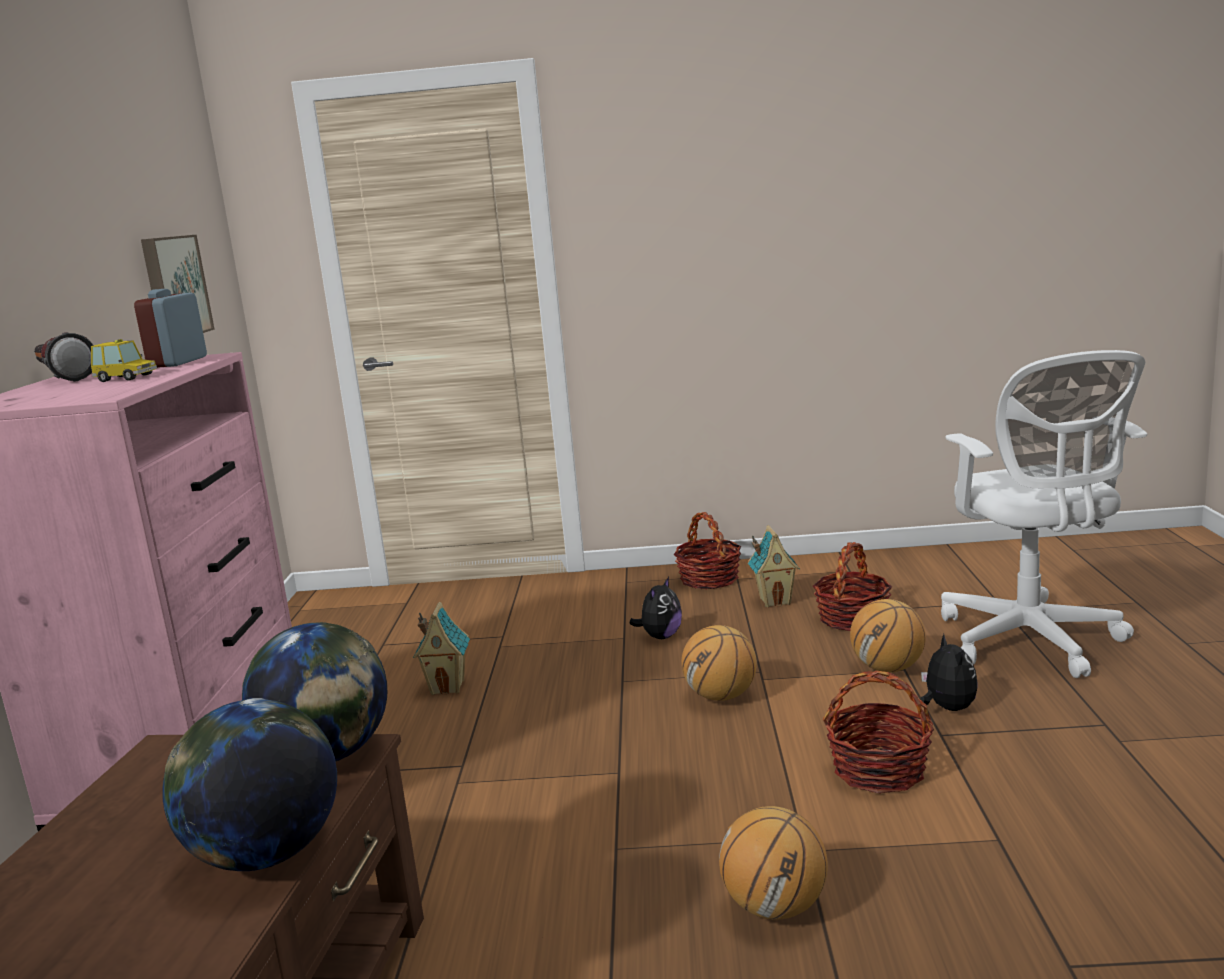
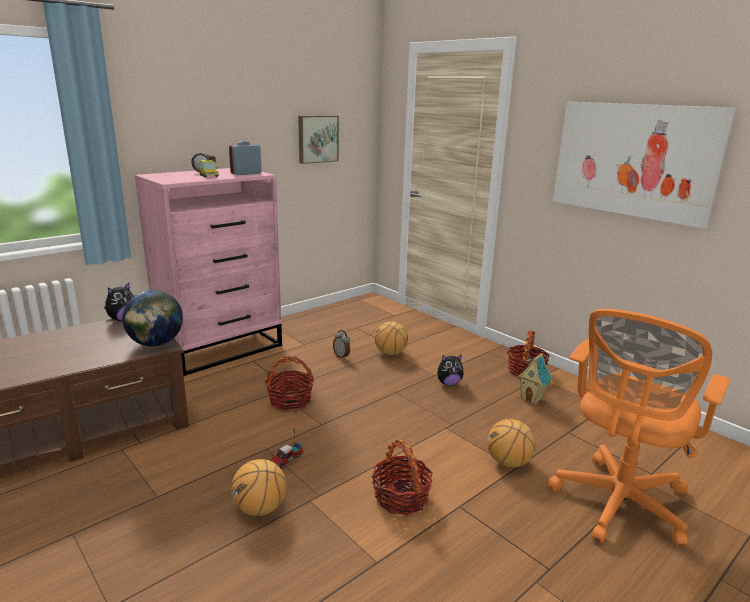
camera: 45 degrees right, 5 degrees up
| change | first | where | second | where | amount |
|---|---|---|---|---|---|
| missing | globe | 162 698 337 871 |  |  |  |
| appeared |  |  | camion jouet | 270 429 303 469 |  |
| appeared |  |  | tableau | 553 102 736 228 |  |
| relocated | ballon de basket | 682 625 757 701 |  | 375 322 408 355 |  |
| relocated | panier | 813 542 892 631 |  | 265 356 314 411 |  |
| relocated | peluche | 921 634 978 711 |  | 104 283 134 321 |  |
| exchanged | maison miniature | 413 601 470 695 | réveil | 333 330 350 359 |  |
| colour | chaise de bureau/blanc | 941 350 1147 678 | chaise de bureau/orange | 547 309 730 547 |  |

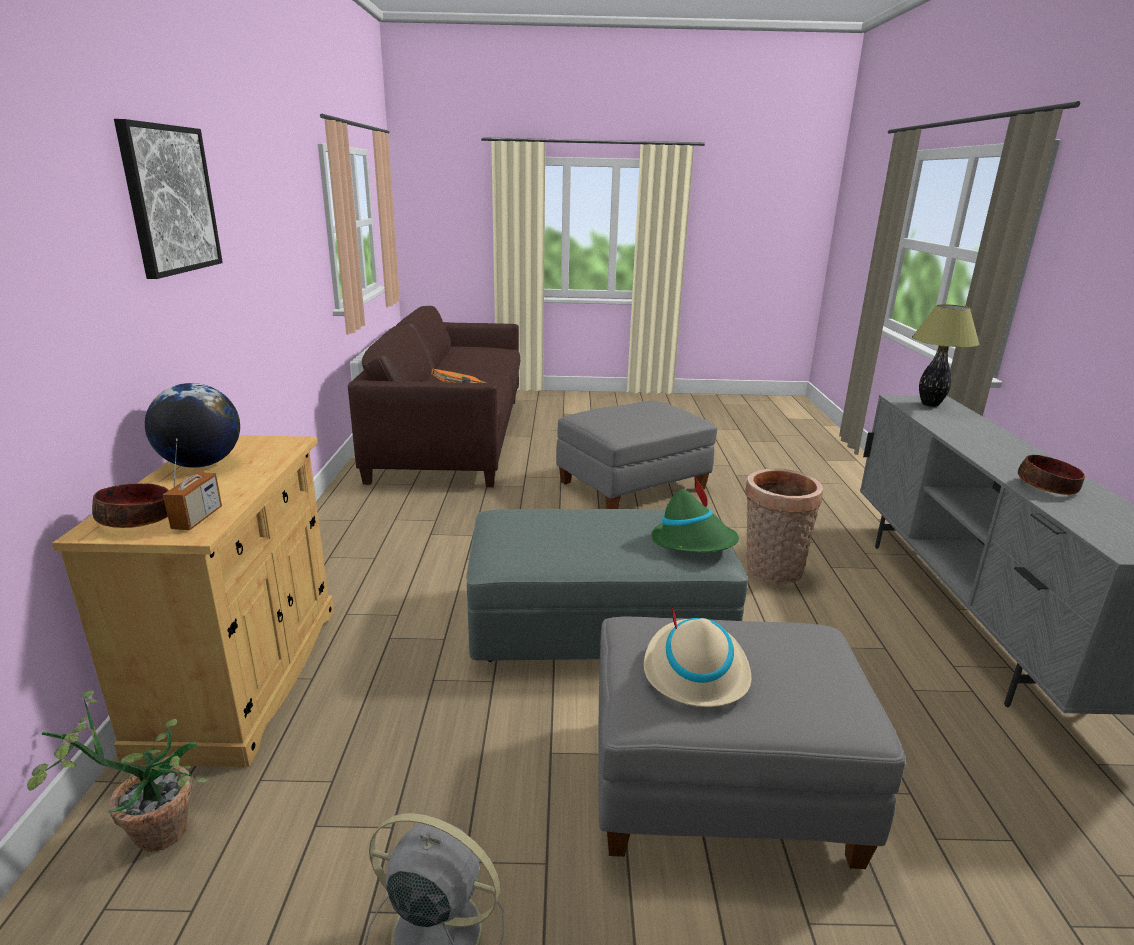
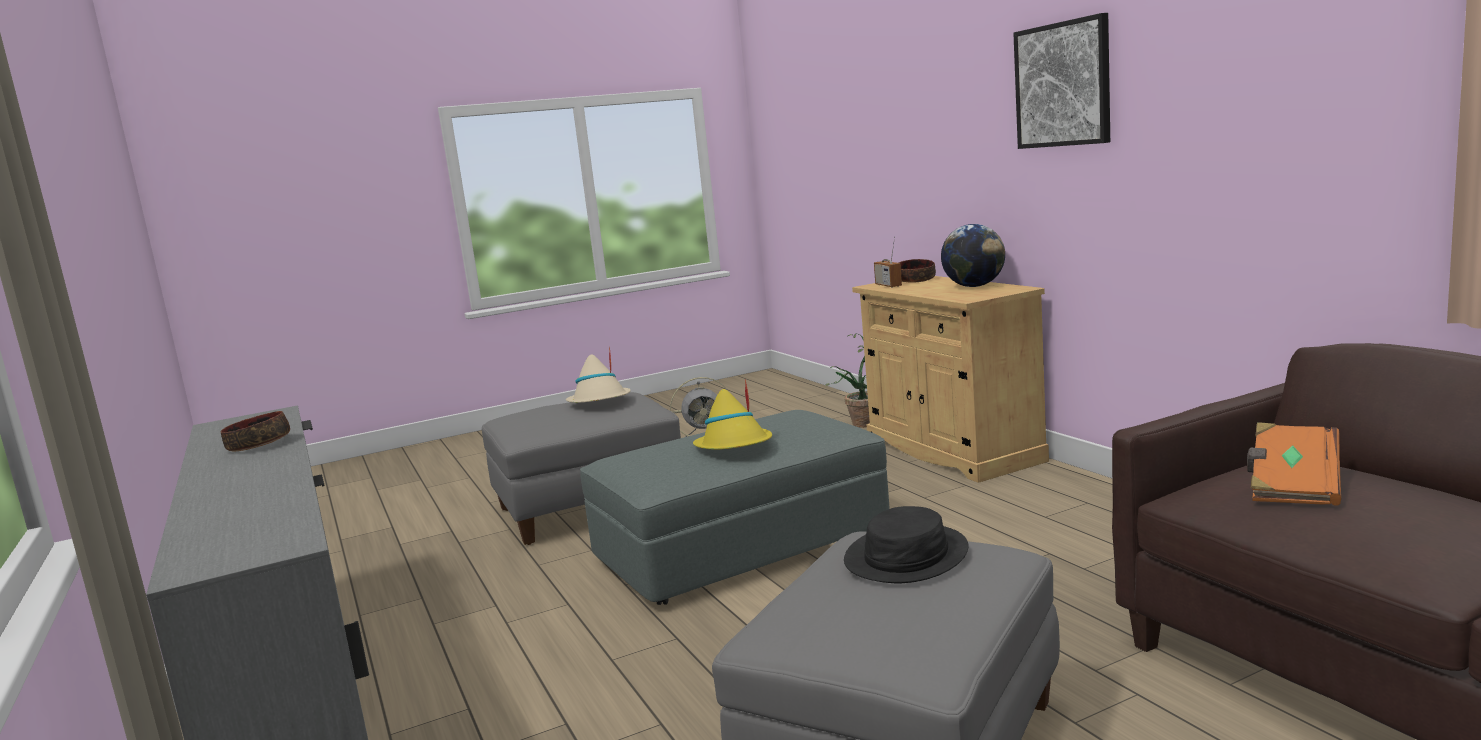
camera: 155 degrees right, 10 degrees down
| change | first | where | second | where | amount |
|---|---|---|---|---|---|
| missing | chapeau/vert | 651 476 739 553 |  |  |  |
| missing | panier | 745 469 823 584 |  |  |  |
| missing | lampe de table | 912 304 979 407 |  |  |  |
| appeared |  |  | chapeau/jaune | 693 379 772 449 |  |
| appeared |  |  | chapeau/noir | 844 506 968 583 |  |

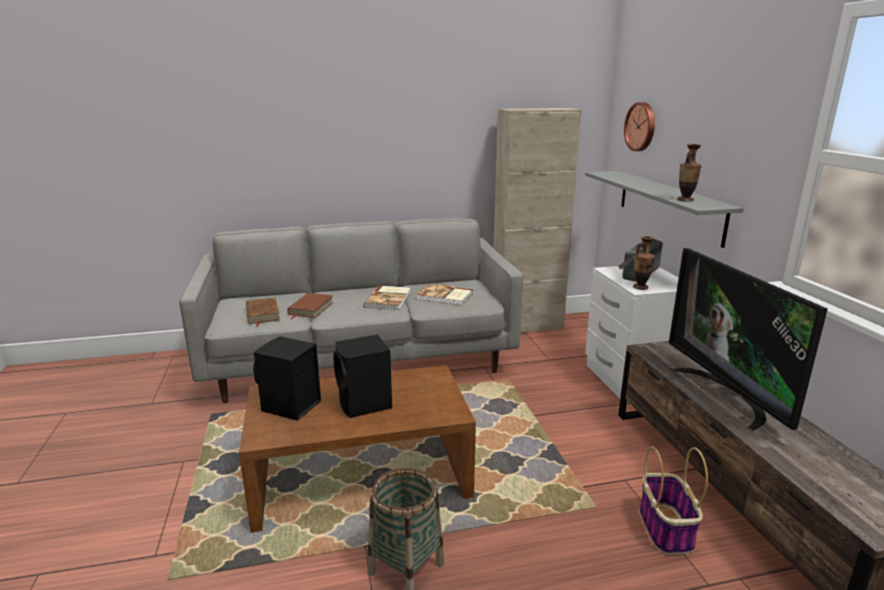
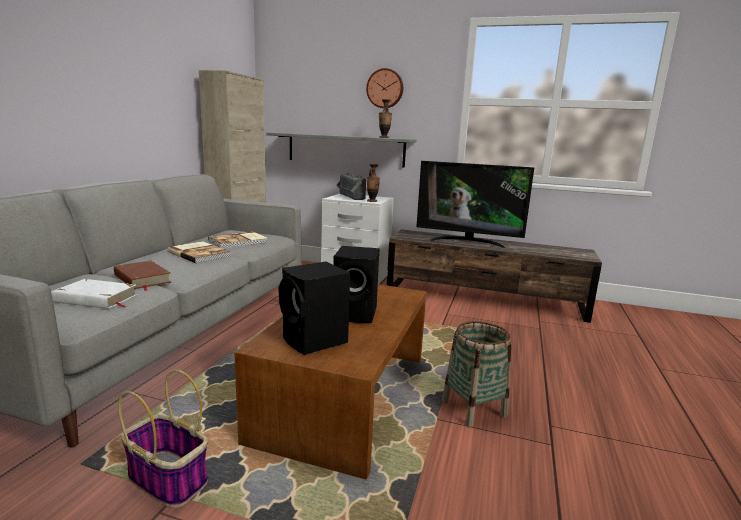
camera: 60 degrees left, 5 degrees down
| change | first | where | second | where | amount |
|---|---|---|---|---|---|
| relocated | horloge murale | 624 102 655 151 |  | 366 68 403 108 |  |
| relocated | panier | 639 446 708 555 |  | 118 369 208 508 |  |
| colour | livre/marron | 246 298 280 326 | livre/blanc | 51 279 137 309 |  |

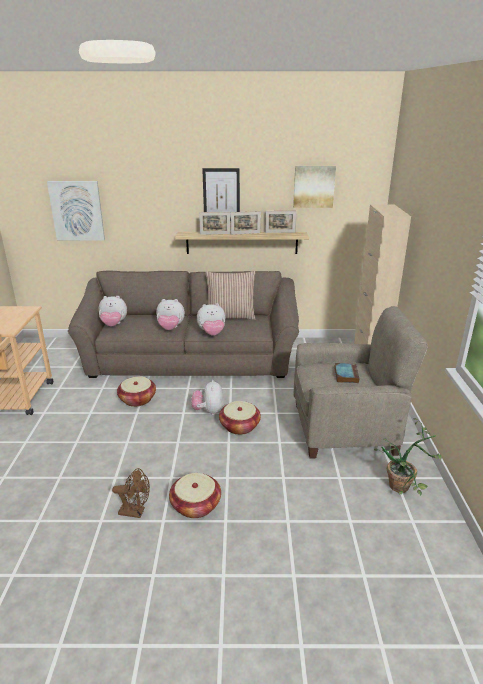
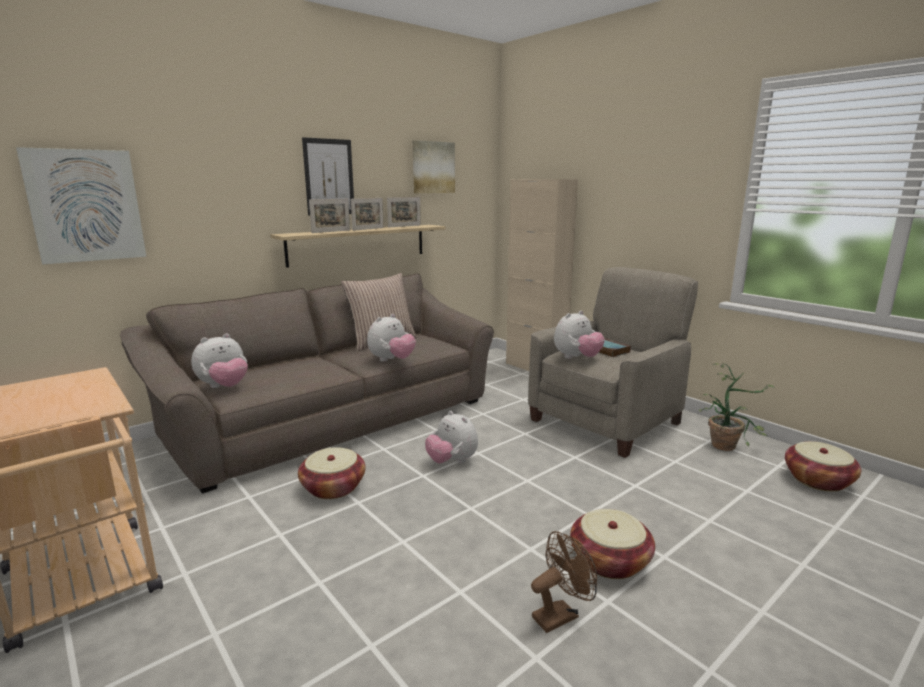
camera: 40 degrees left, 10 degrees down
| change | first | where | second | where | amount |
|---|---|---|---|---|---|
| relocated | peluche | 156 299 185 330 |  | 554 311 605 359 |  |
| relocated | panier | 219 401 261 435 |  | 785 441 861 492 |  |

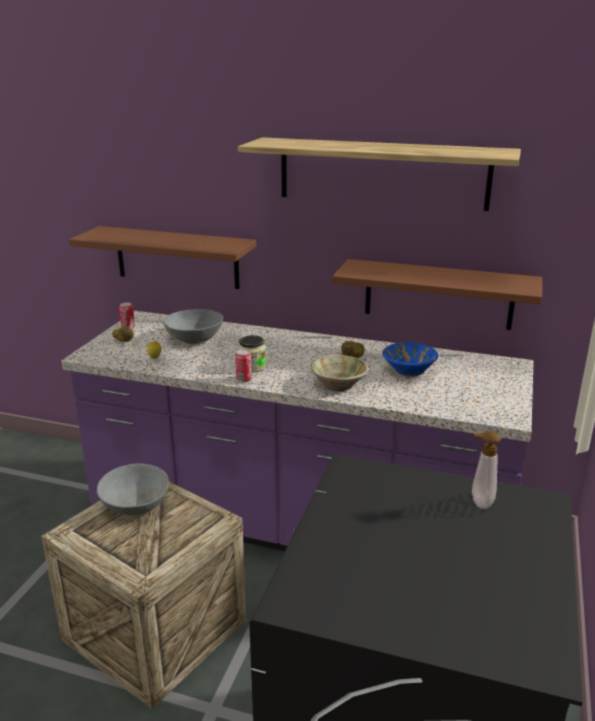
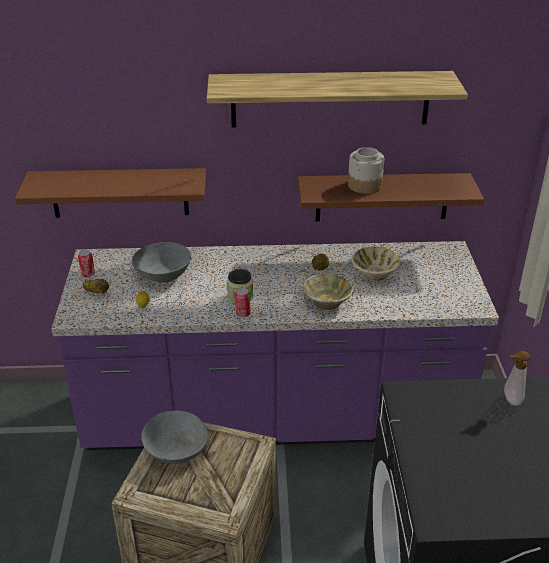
camera: 20 degrees left, 10 degrees up
| change | first | where | second | where | amount |
|---|---|---|---|---|---|
| appeared |  |  | bocal | 348 147 384 194 |  |
| colour | bol/bleu | 382 342 438 377 | bol/beige | 351 246 401 280 |  |

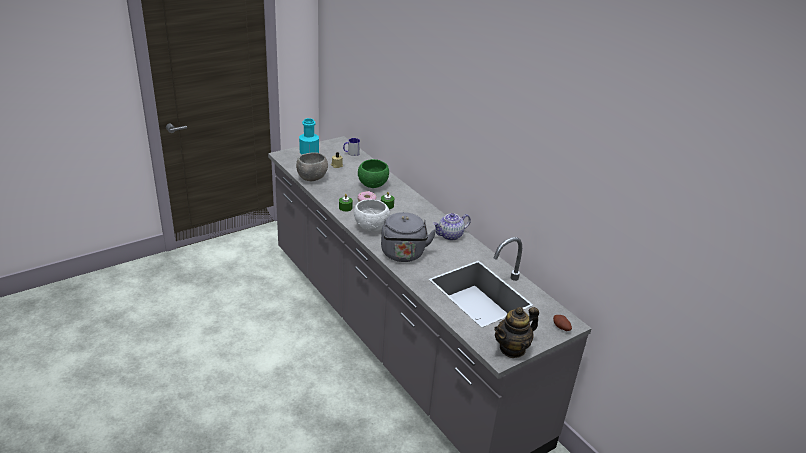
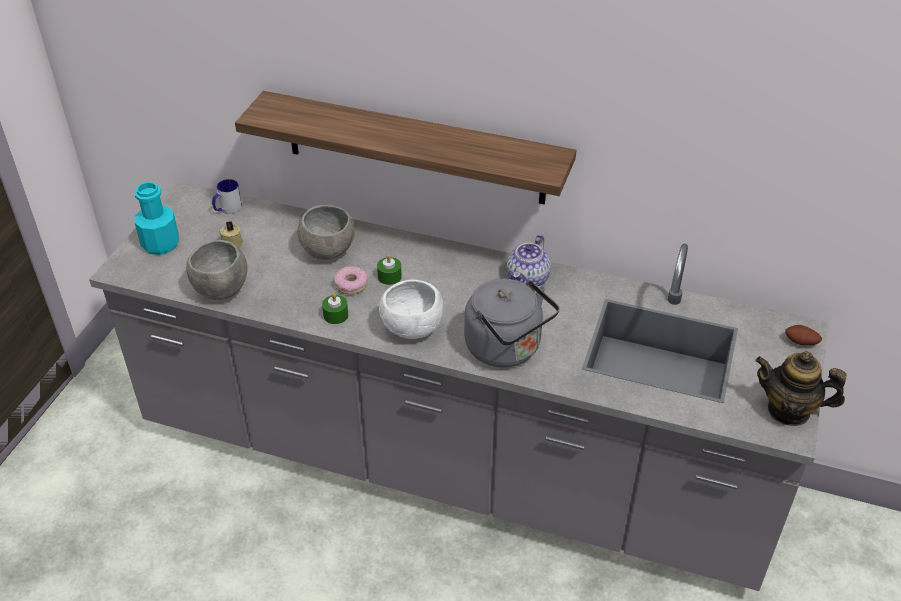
camera: 35 degrees left, 10 degrees up
| change | first | where | second | where | amount |
|---|---|---|---|---|---|
| appeared |  |  | étagère | 235 91 576 204 |  |
| colour | bol/vert | 358 159 389 188 | bol/gris | 298 205 355 260 |  |
| spun | théière | 494 307 539 358 |  | 755 351 846 426 | 90 degrees clockwise |

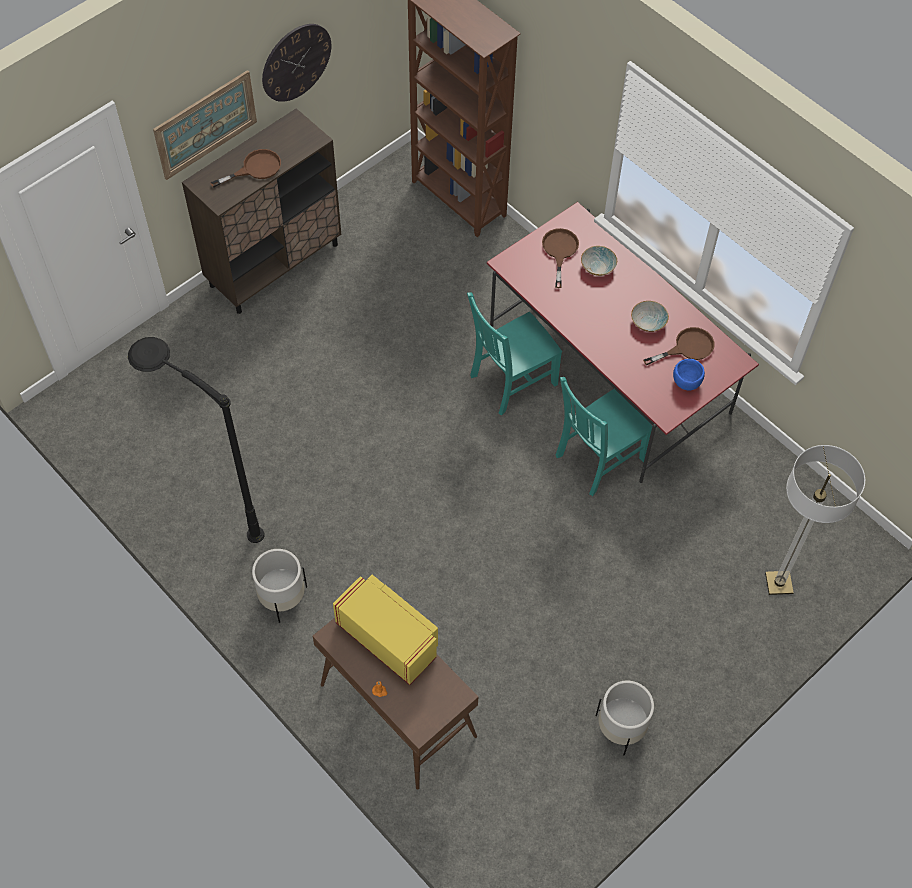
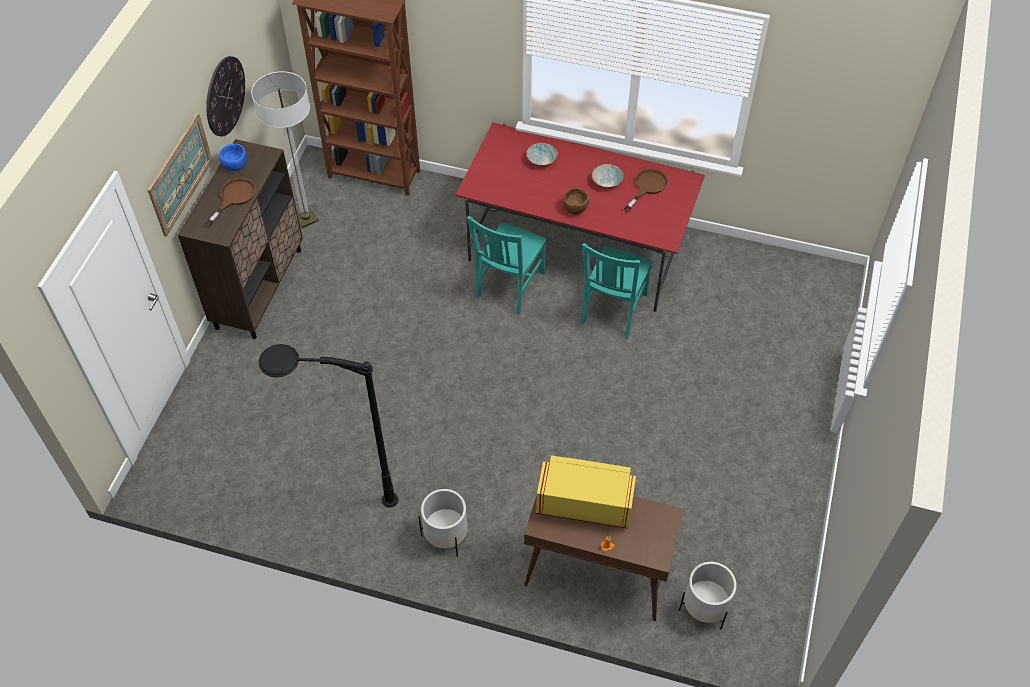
camera: 30 degrees left, 5 degrees down
| change | first | where | second | where | amount |
|---|---|---|---|---|---|
| missing | poêle/marron | 542 228 579 288 |  |  |  |
| appeared |  |  | bol/marron | 563 188 589 214 |  |
| relocated | cache-pot/blanc | 596 680 654 755 |  | 679 562 737 630 |  |
| relocated | bol/bleu | 673 359 705 391 |  | 219 144 247 171 |  |
| relocated | lampadaire | 765 445 865 595 |  | 251 71 319 228 |  |

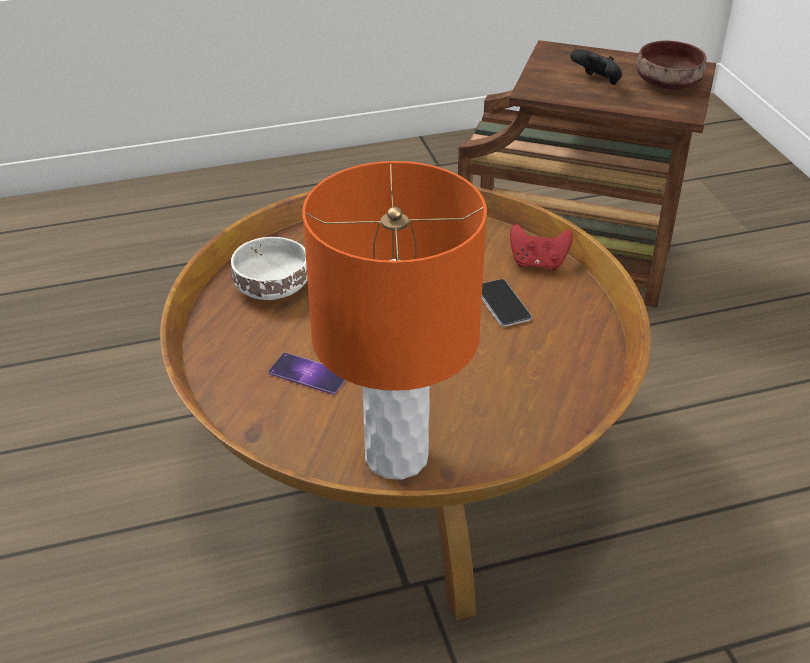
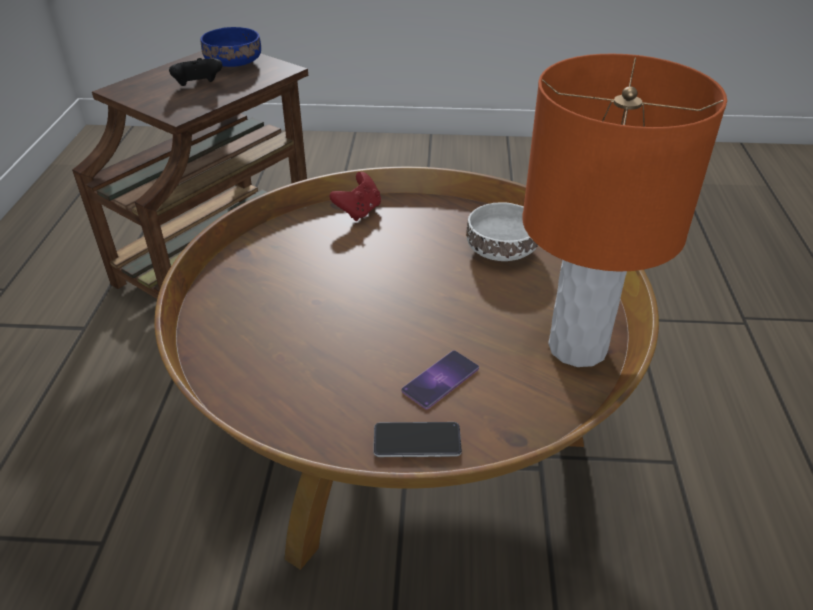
camera: 70 degrees left, 0 degrees up
| change | first | where | second | where | amount |
|---|---|---|---|---|---|
| relocated | bol/blanc | 231 237 307 300 |  | 466 202 538 261 |  |
| relocated | téléphone | 482 279 532 327 |  | 373 422 462 457 |  |
| colour | bol/marron | 637 40 706 90 | bol/bleu | 201 27 261 67 |  |

